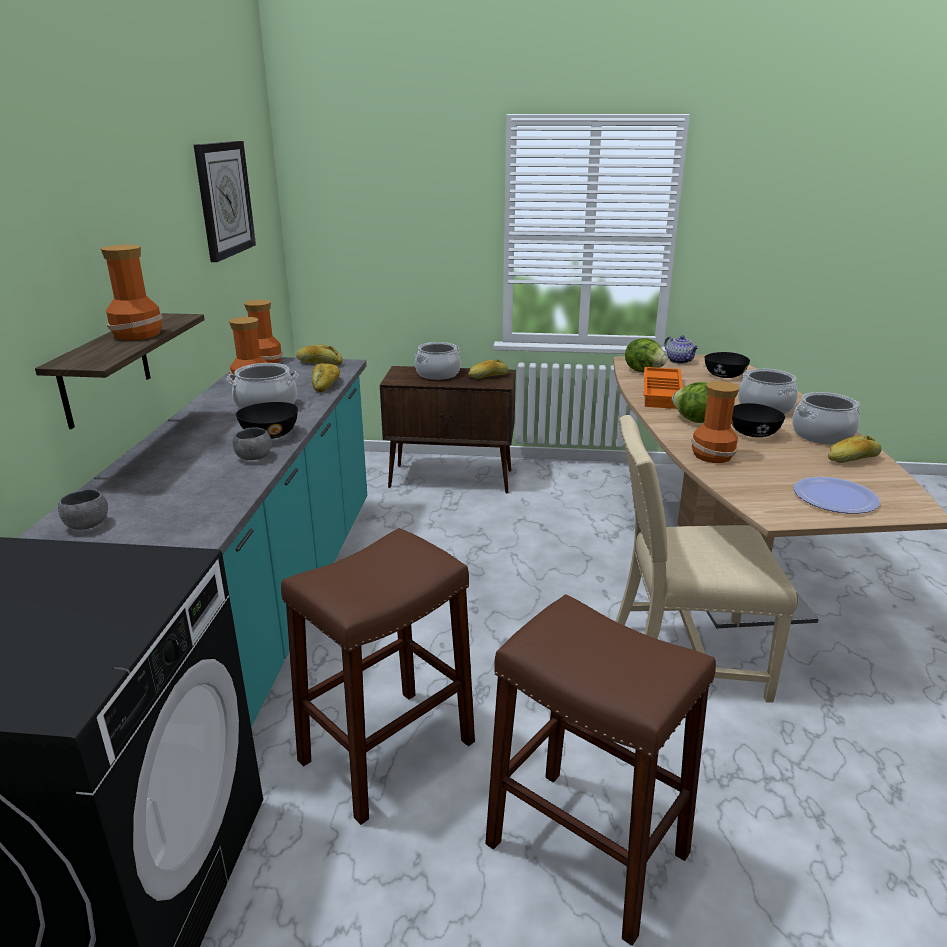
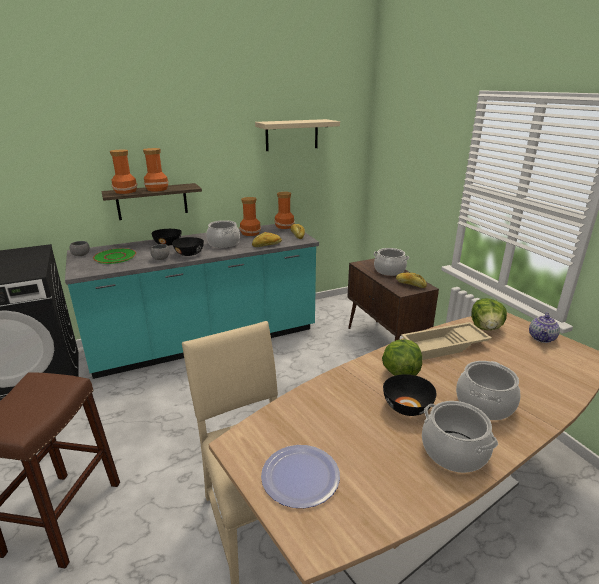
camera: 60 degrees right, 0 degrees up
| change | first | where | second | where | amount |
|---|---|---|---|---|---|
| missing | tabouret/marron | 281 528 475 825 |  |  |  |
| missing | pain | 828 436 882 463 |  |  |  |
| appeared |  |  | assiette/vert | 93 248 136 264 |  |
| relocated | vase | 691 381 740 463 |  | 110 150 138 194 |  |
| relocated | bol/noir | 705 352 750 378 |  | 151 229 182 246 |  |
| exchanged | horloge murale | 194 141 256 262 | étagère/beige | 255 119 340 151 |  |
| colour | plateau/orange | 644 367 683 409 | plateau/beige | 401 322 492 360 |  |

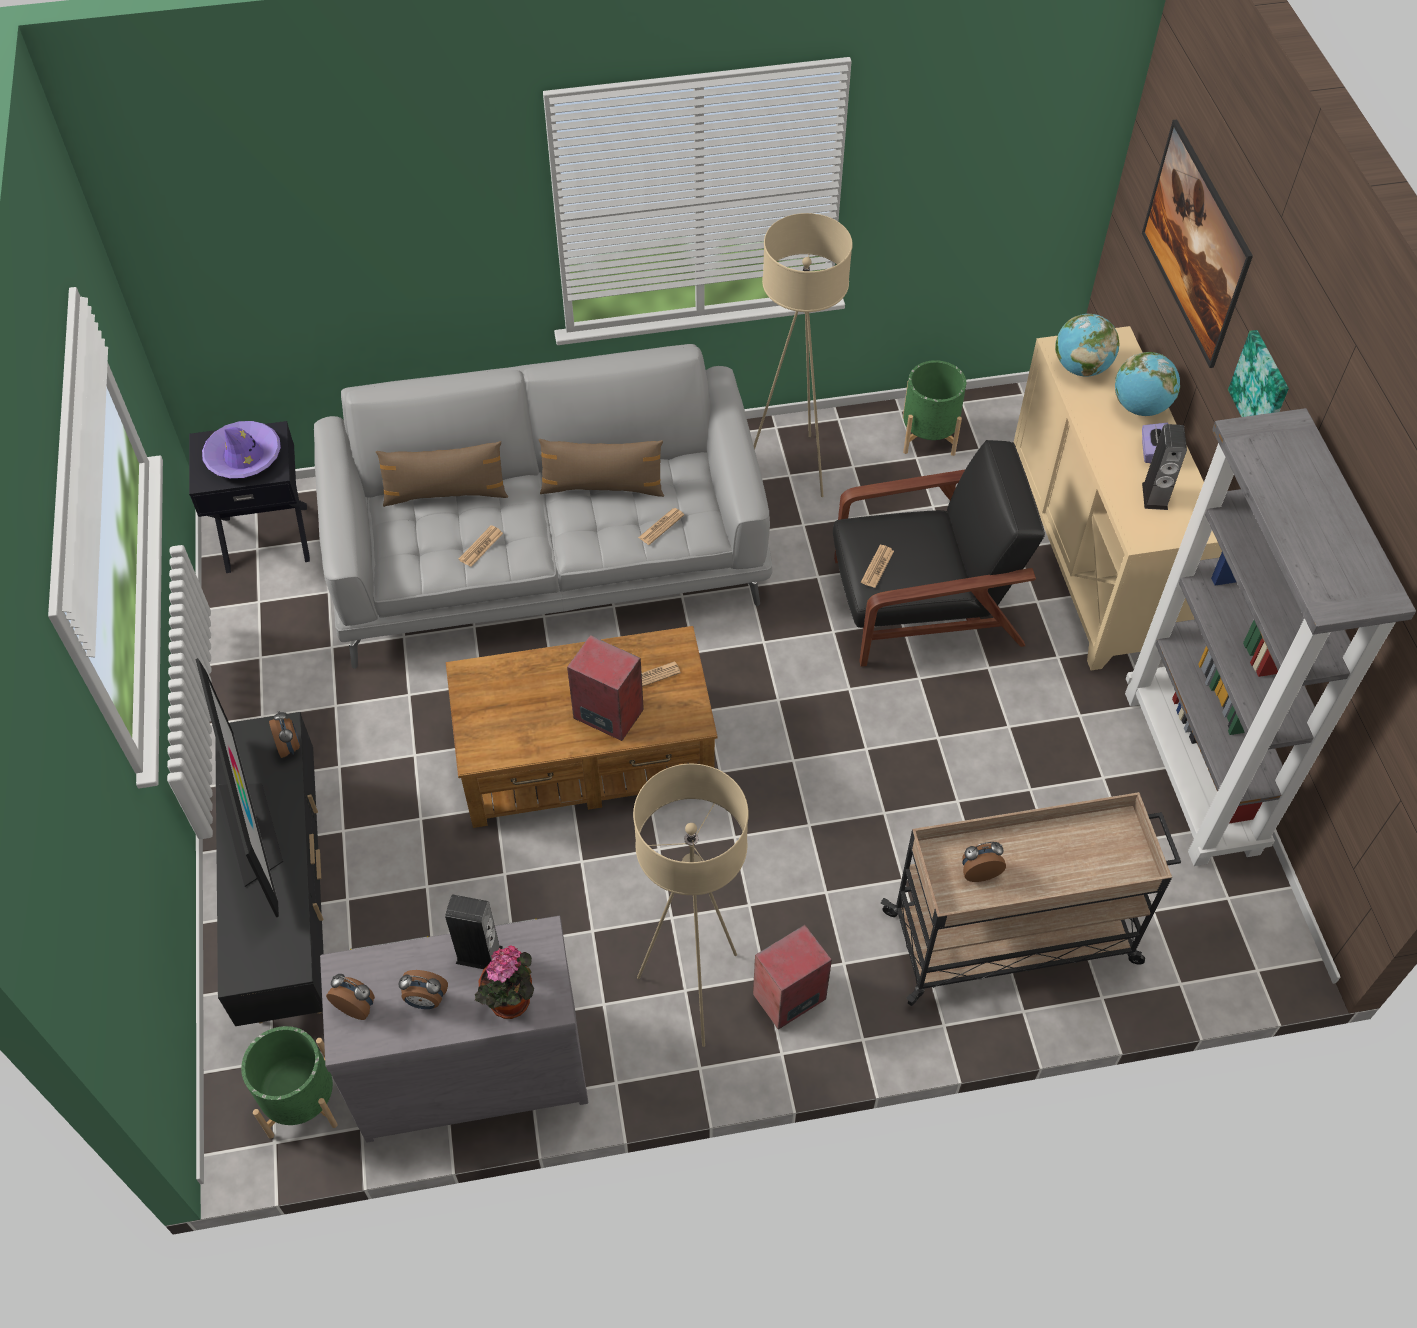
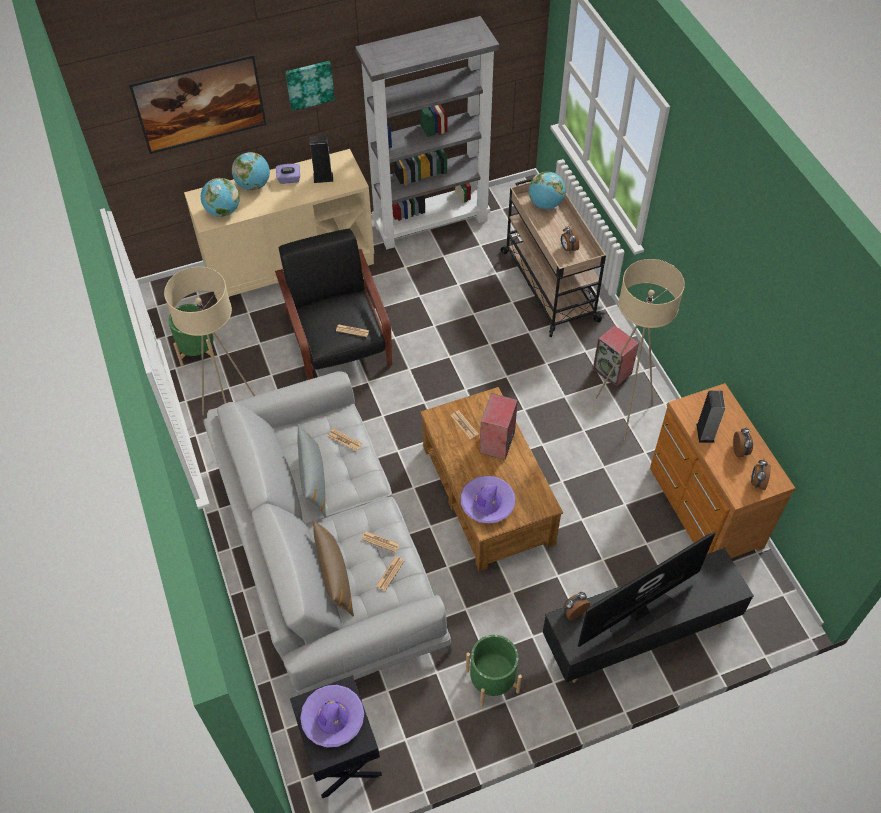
camera: 100 degrees left, 0 degrees up
| change | first | where | second | where | amount |
|---|---|---|---|---|---|
| missing | plante en pot | 475 945 534 1019 |  |  |  |
| appeared |  |  | journal | 376 557 404 591 |  |
| appeared |  |  | chapeau/violet | 460 476 515 524 |  |
| appeared |  |  | globe | 529 172 566 209 |  |
| relocated | cache-pot/vert | 241 1026 337 1139 |  | 466 635 522 707 |  |
| colour | commode/gris | 320 916 588 1143 | commode/marron | 650 383 796 558 |  |
| colour | coussin/marron | 539 439 664 497 | coussin/gris | 297 424 326 517 |  |

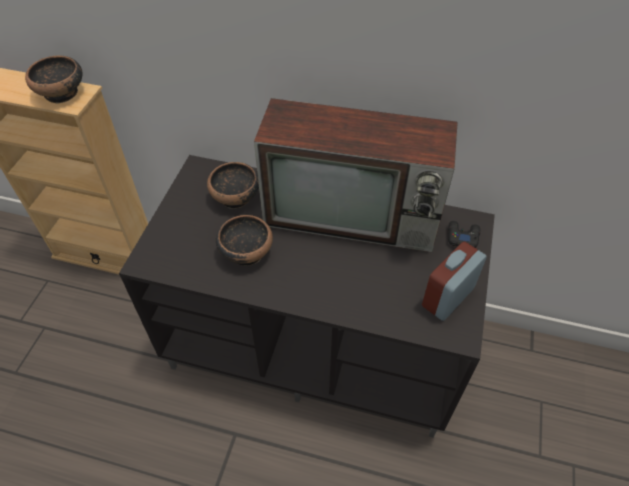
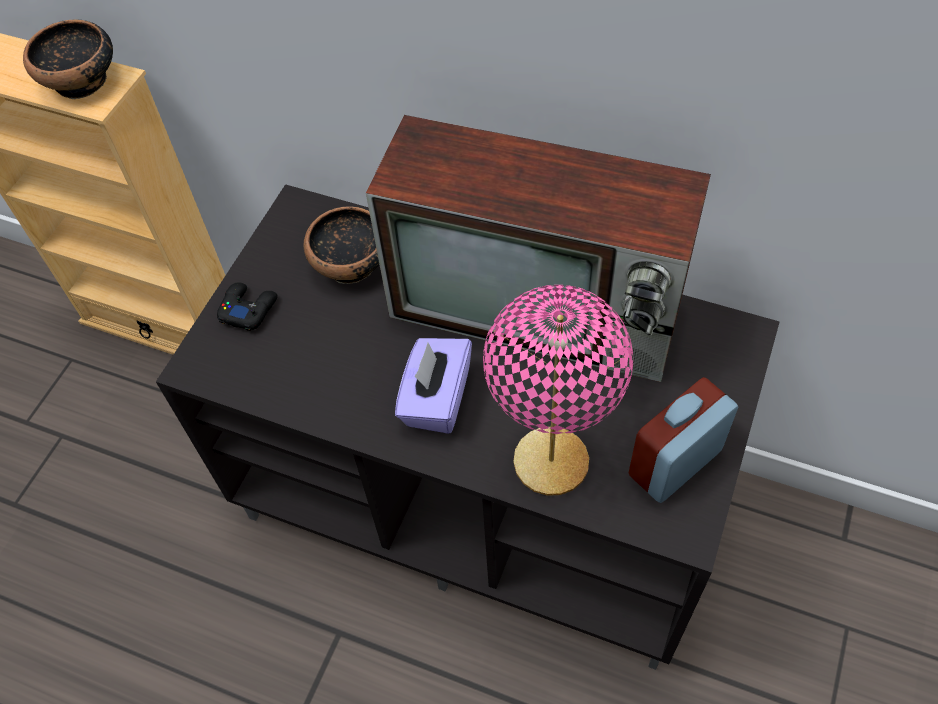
camera: 10 degrees right, 5 degrees up
| change | first | where | second | where | amount |
|---|---|---|---|---|---|
| missing | bol | 216 215 273 266 |  |  |  |
| appeared |  |  | boîte à mouchoirs/violet | 395 338 472 434 |  |
| appeared |  |  | lampe de table/rose | 483 285 633 496 |  |
| relocated | manette/noir | 448 221 480 248 |  | 217 283 278 331 |  |

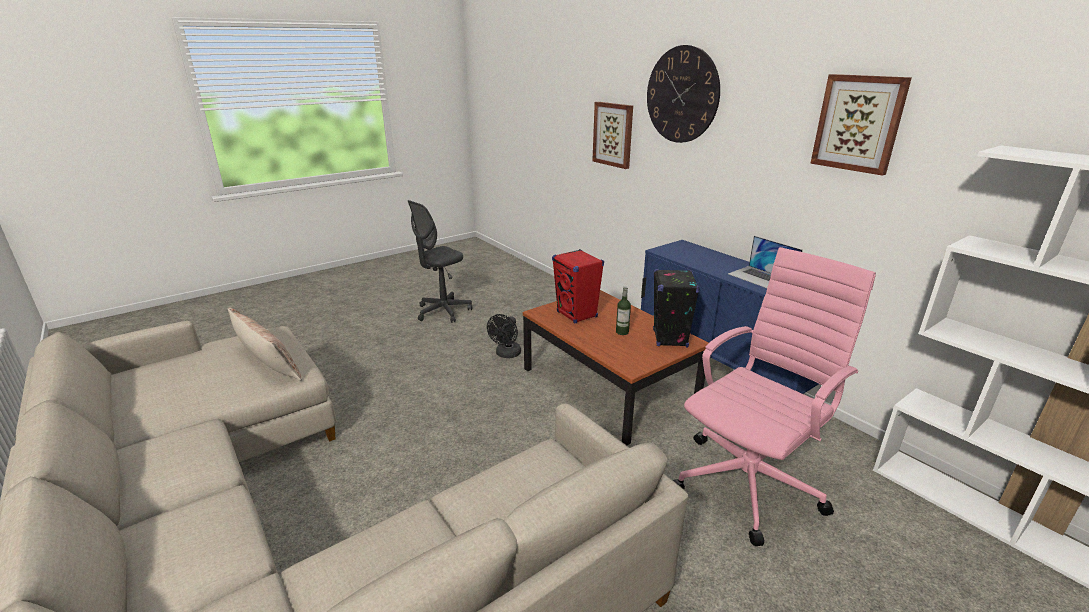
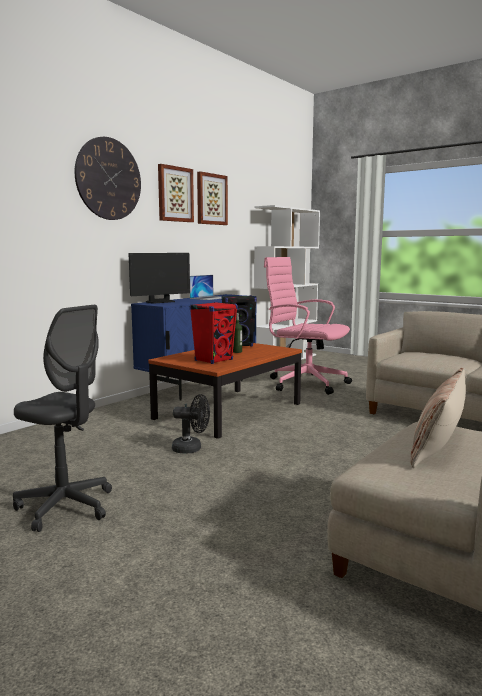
camera: 105 degrees left, 15 degrees down
| change | first | where | second | where | amount |
|---|---|---|---|---|---|
| appeared |  |  | écran d'ordinateur | 129 253 190 303 |  |
| relocated | tableau | 592 102 633 169 |  | 158 164 194 222 |  |

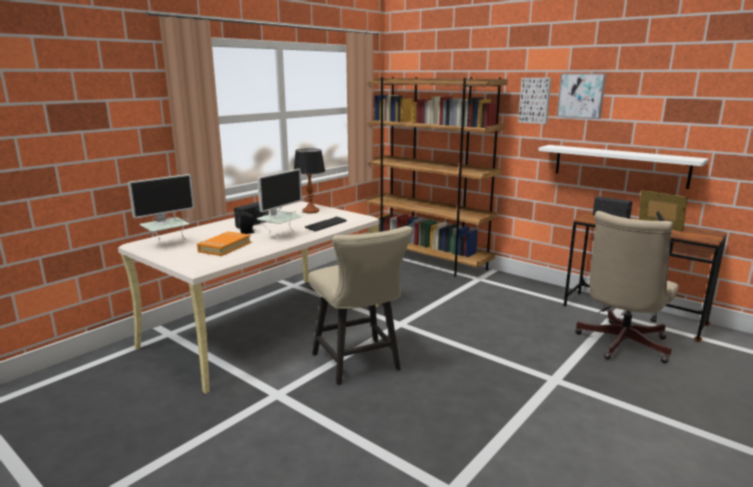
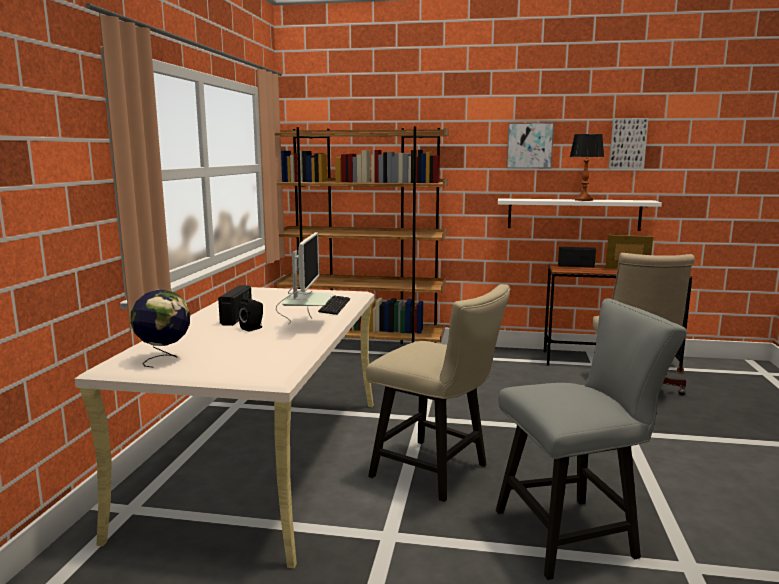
camera: 30 degrees left, 5 degrees down
| change | first | where | second | where | amount |
|---|---|---|---|---|---|
| missing | livre/orange | 197 231 251 256 |  |  |  |
| appeared |  |  | chaise/gris | 496 298 687 580 |  |
| relocated | lampe de table | 294 148 325 213 |  | 570 134 604 201 |  |
| relocated | tableau | 518 78 551 124 |  | 609 118 649 169 |  |
| exchanged | écran d'ordinateur | 128 174 195 240 | globe | 130 290 190 368 |  |

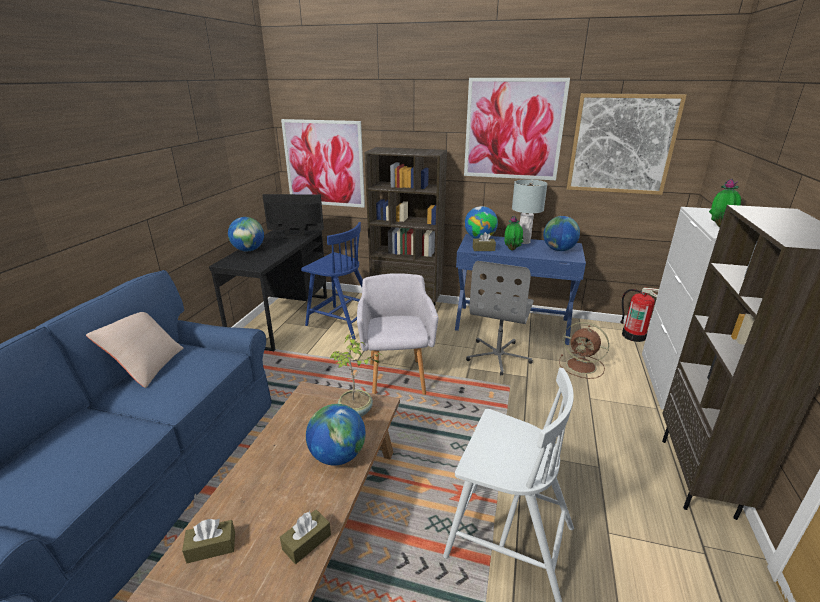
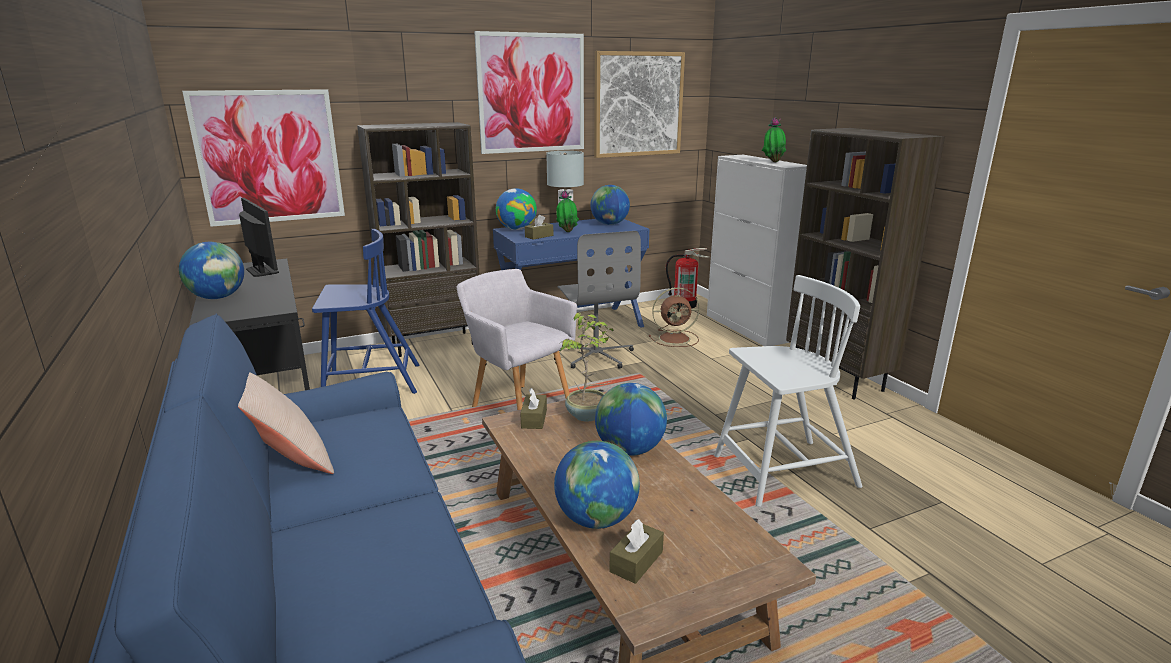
camera: 40 degrees left, 5 degrees down
| change | first | where | second | where | amount |
|---|---|---|---|---|---|
| appeared |  |  | globe | 554 441 640 529 |  |
| relocated | boîte à mouchoirs/marron | 280 510 331 564 |  | 520 388 547 429 |  |
| spun | écran d'ordinateur | 262 194 324 239 |  | 239 198 279 277 | 90 degrees clockwise |

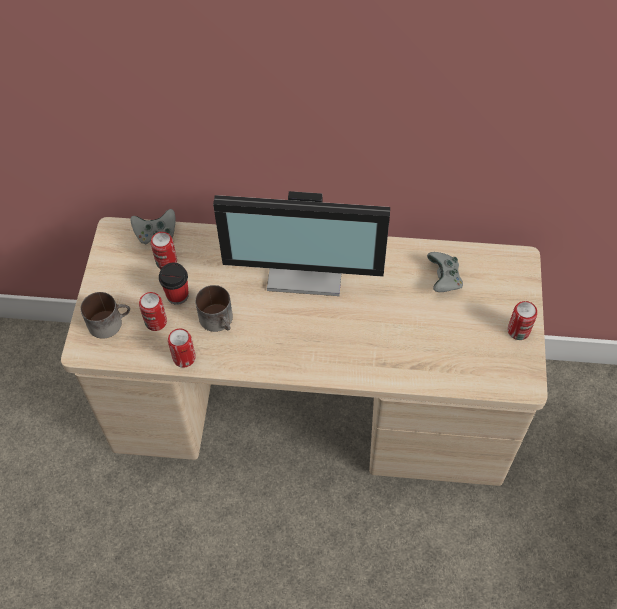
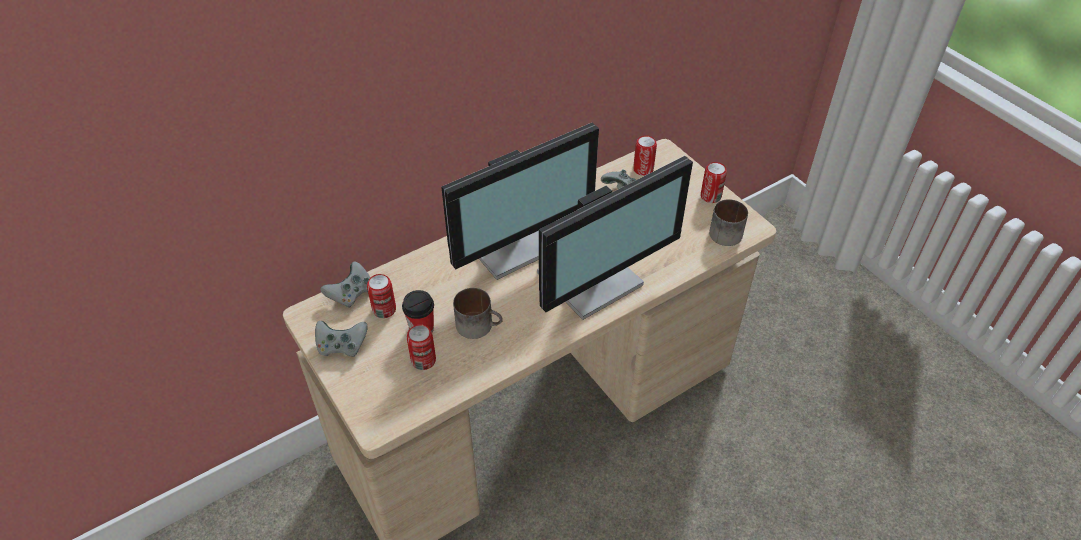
camera: 40 degrees left, 10 degrees down
| change | first | where | second | where | amount |
|---|---|---|---|---|---|
| appeared |  |  | manette/gris | 315 321 367 357 |  |
| appeared |  |  | écran d'ordinateur | 537 156 693 320 |  |
| relocated | mug | 81 292 130 339 |  | 709 199 748 246 |  |
| relocated | boîte métallique | 168 328 196 368 |  | 633 136 657 176 |  |

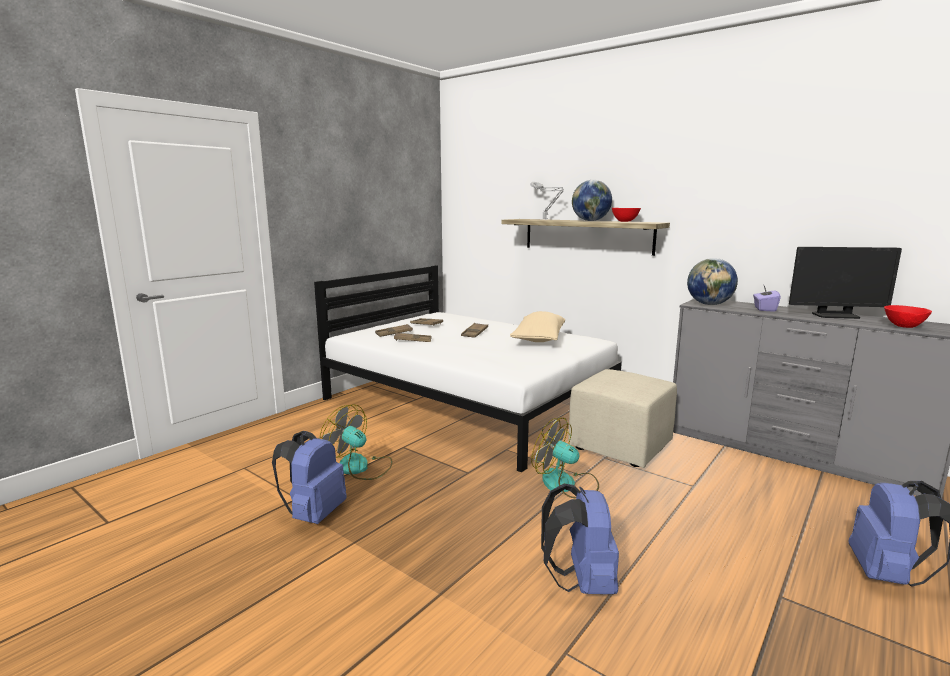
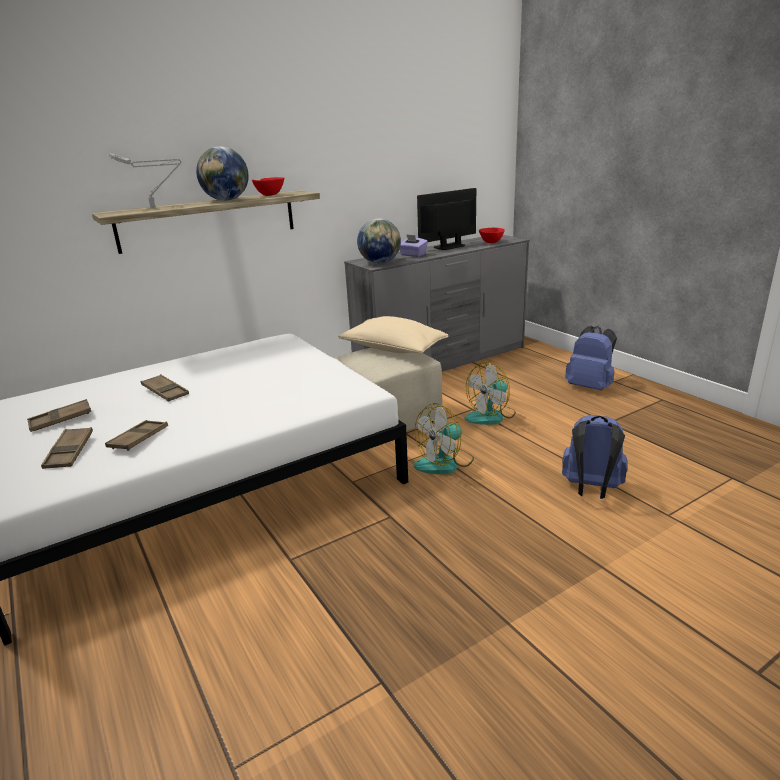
camera: 70 degrees left, 10 degrees up
| change | first | where | second | where | amount |
|---|---|---|---|---|---|
| missing | sac à dos/bleu | 272 431 347 524 |  |  |  |
| relocated | ventilateur | 320 404 393 480 |  | 465 362 516 425 |  |
| relocated | coussin/beige | 510 311 565 342 |  | 338 316 449 353 |  |
| spun | écran d'ordinateur | 789 247 902 319 |  | 417 188 476 250 | 150 degrees counterclockwise |

